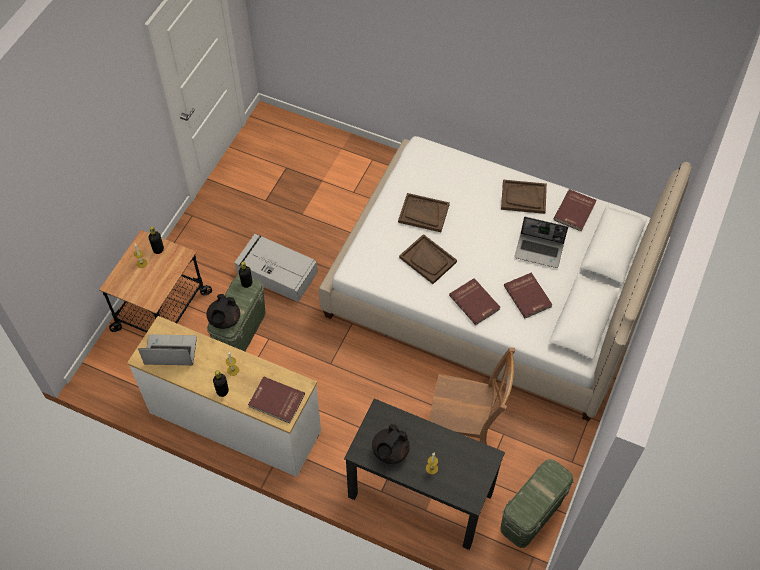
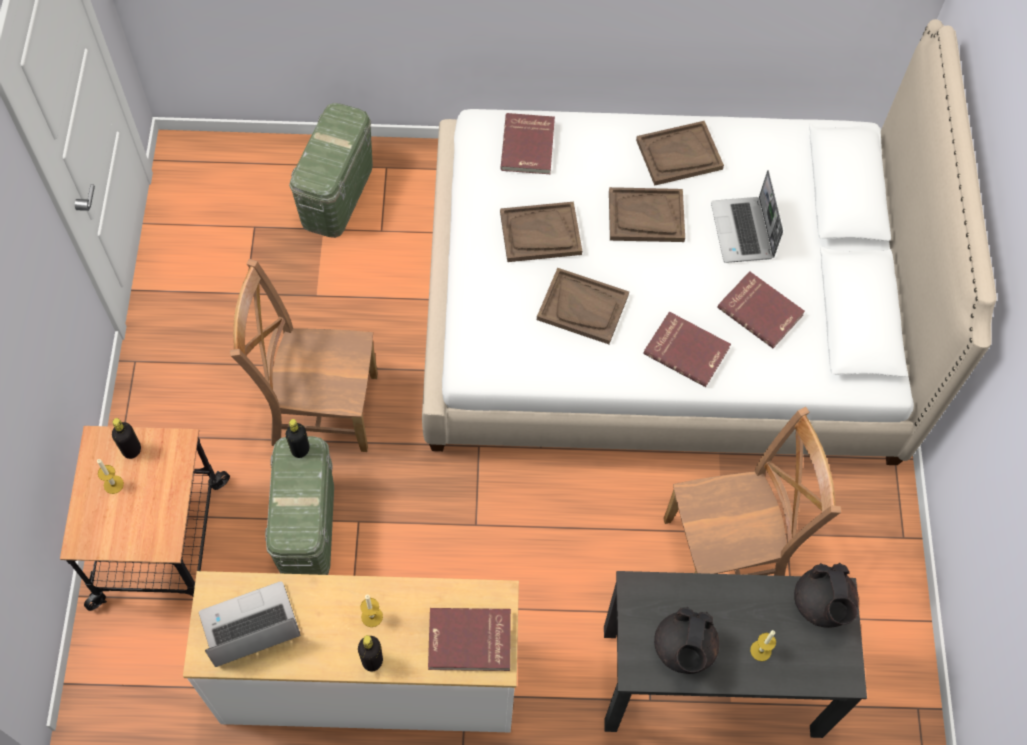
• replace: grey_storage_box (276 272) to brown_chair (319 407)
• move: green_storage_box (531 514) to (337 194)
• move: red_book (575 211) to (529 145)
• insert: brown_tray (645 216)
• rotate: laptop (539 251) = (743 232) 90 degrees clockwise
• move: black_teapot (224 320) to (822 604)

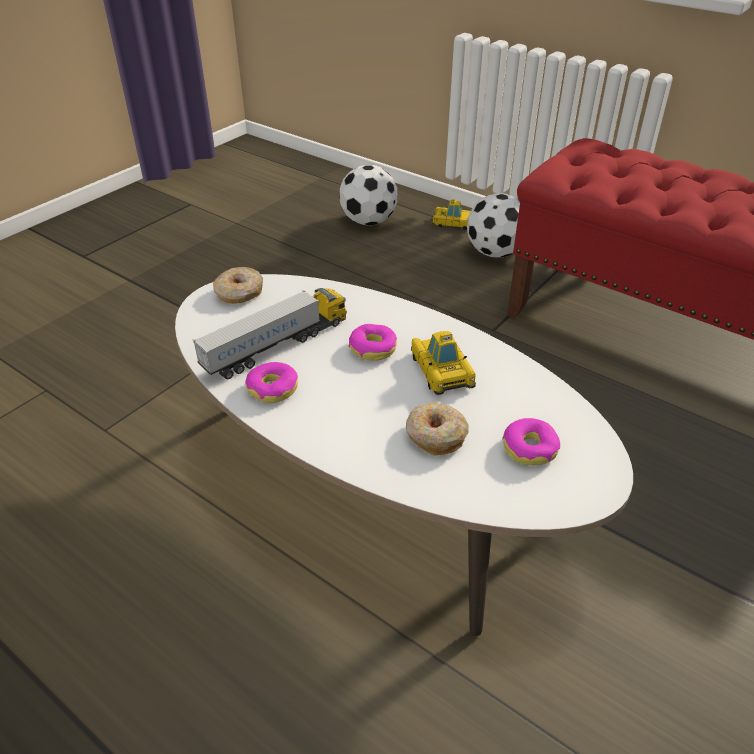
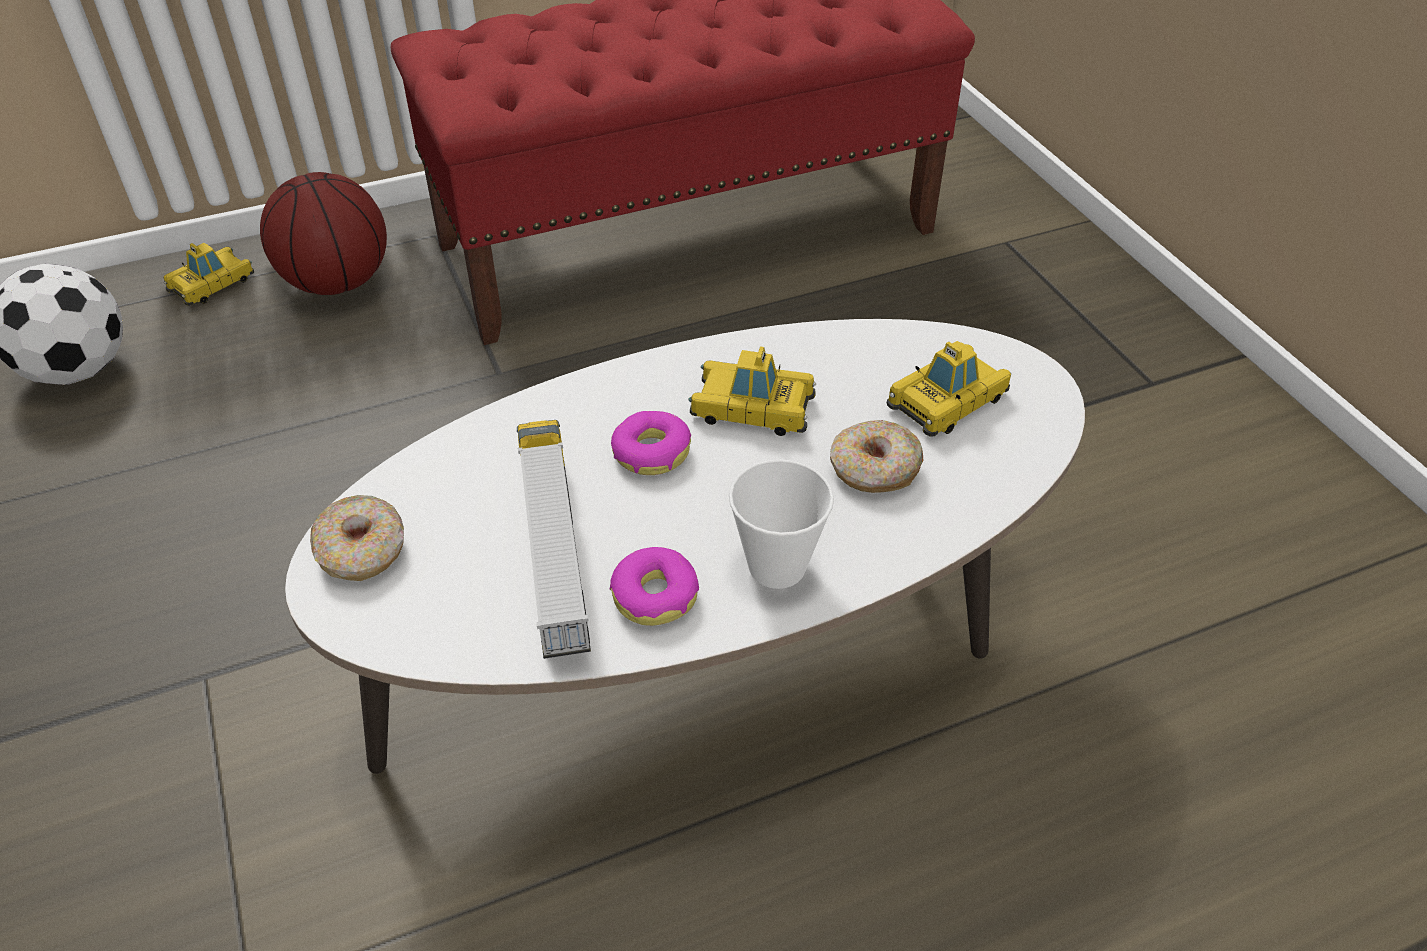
• replace: football (495 253) to basketball (338 283)
• insert: cup (777 566)
• replace: donut (530 448) to toy_car (947 401)

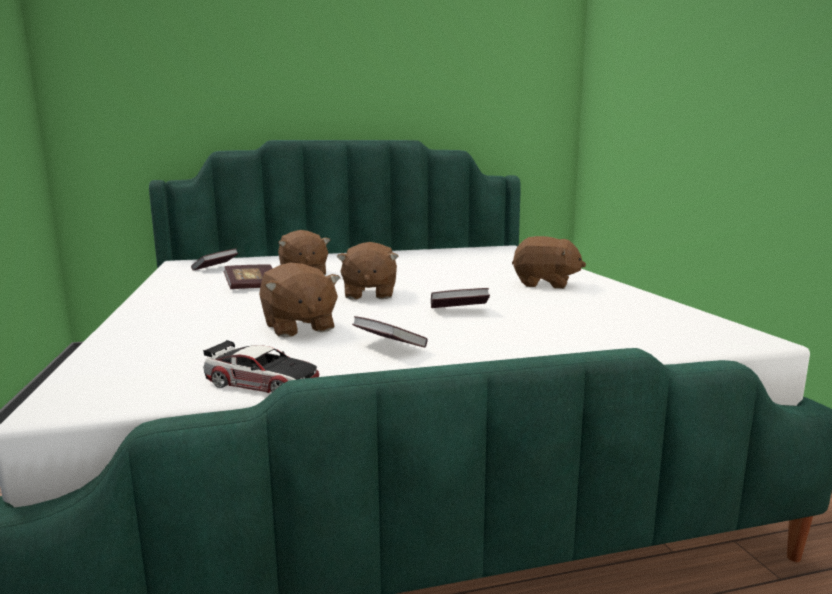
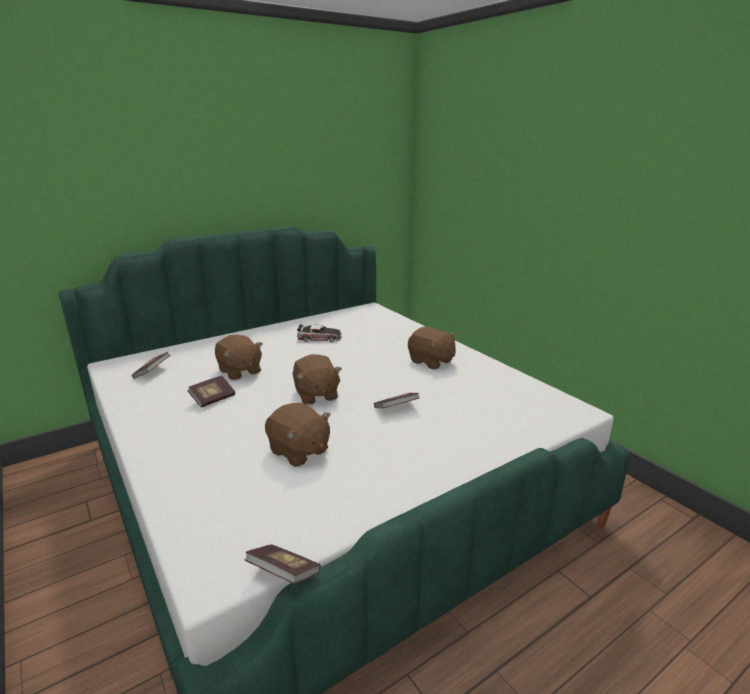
• move: book (389 347) to (283 573)
• move: toy_car (263 383) to (319 338)
• rotate: brown_plush_toy (545 284) = (431 361) 45 degrees clockwise

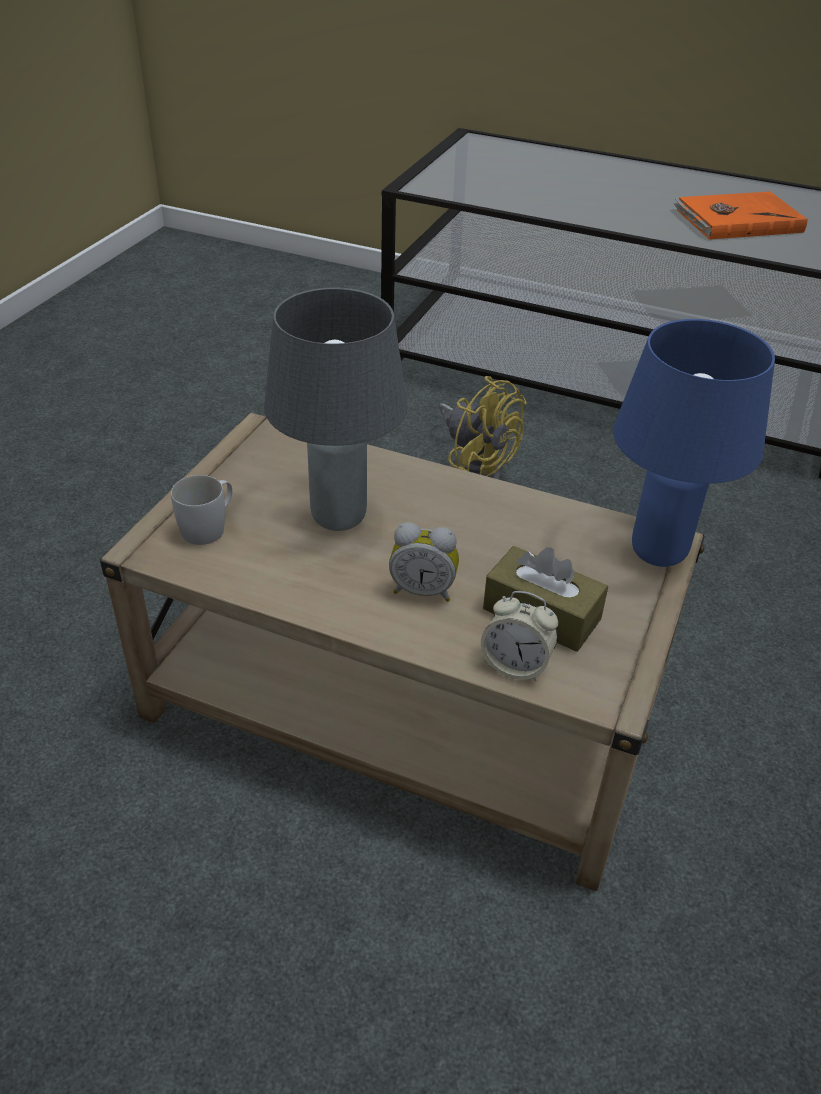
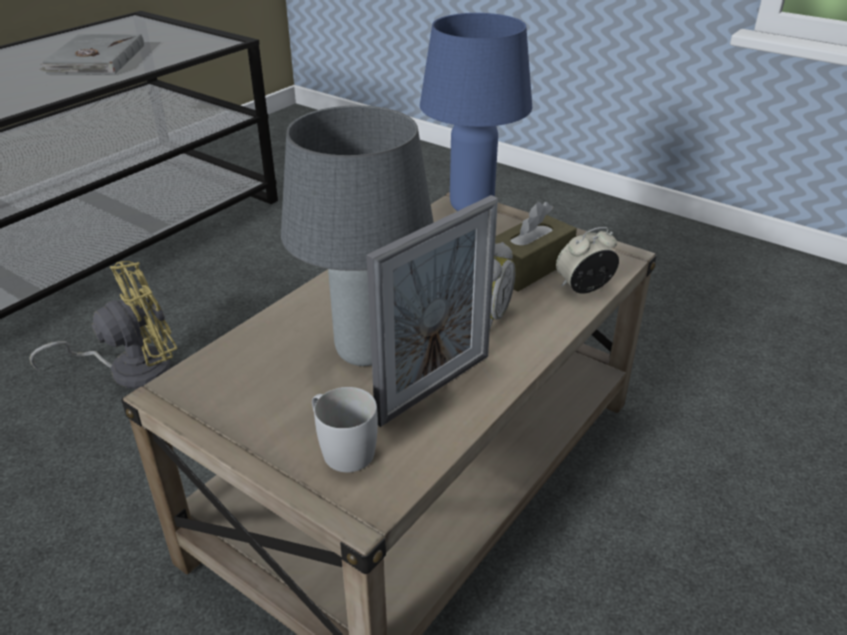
• recolor: orange_book (736 220) to grey_book (95 60)
• insert: picture_frame (434 388)
• rotate: alarm_clock (515 665) = (584 288) 150 degrees counterclockwise

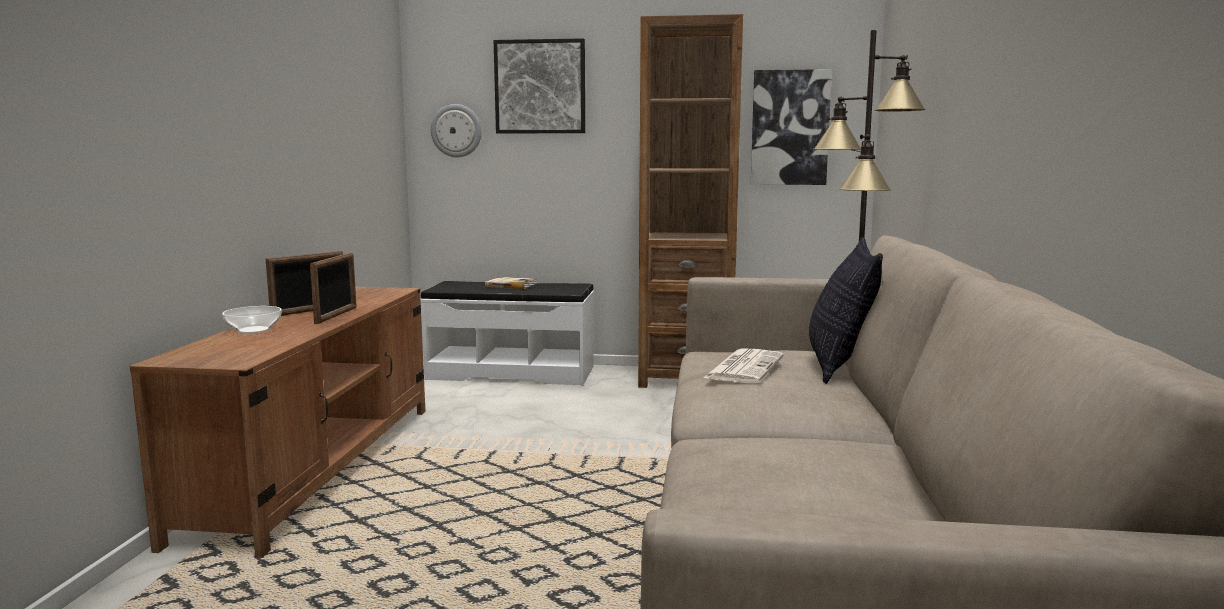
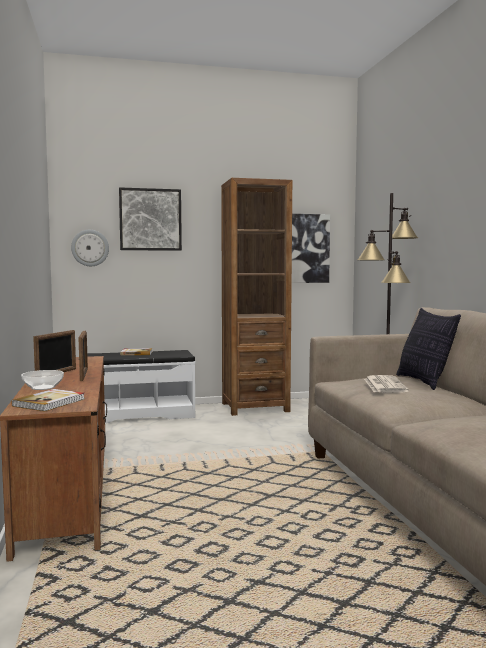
• insert: book (50 402)

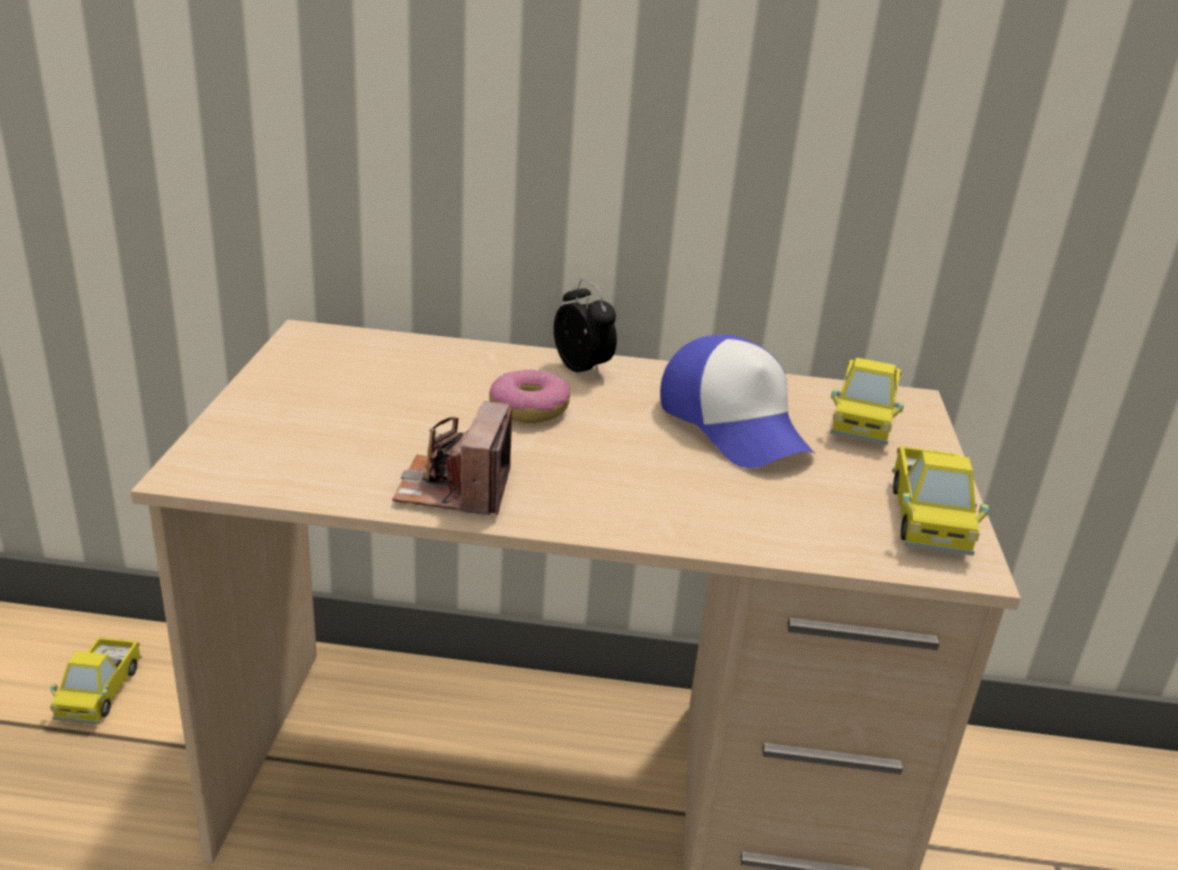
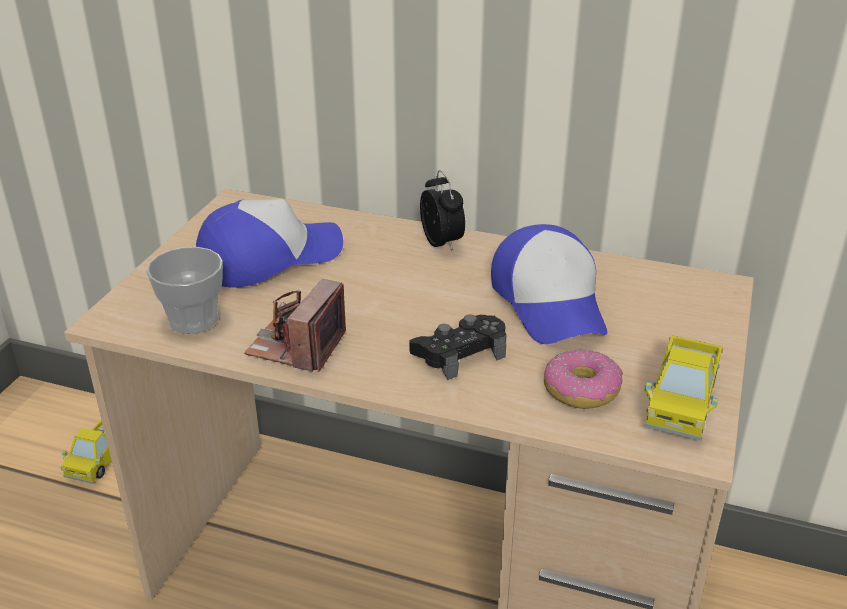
• insert: cup (193 320)
• insert: cap (268 257)
• insert: black_game_controller (460 353)
• move: donut (529 409) to (581 389)
• delete: toy_truck (862 419)

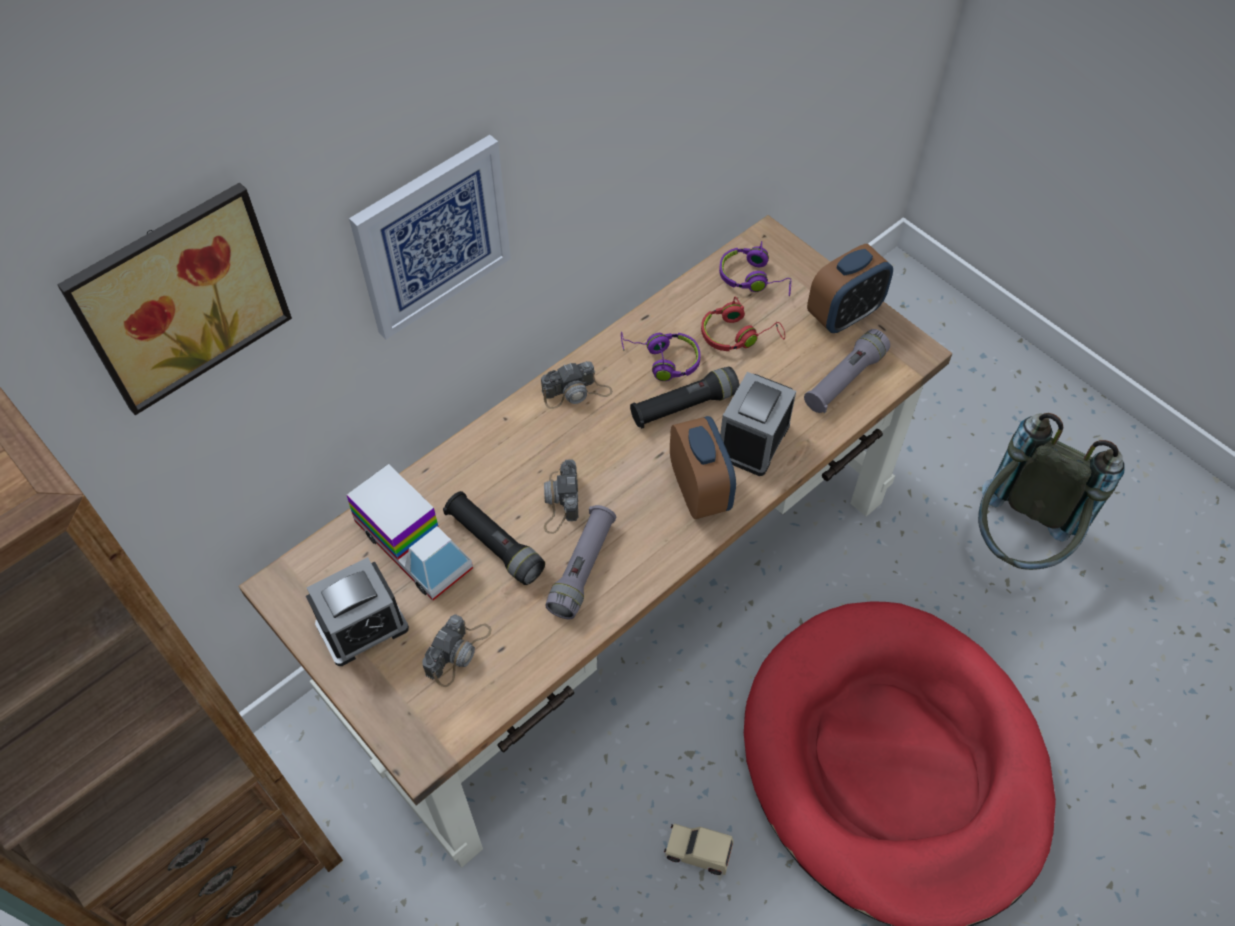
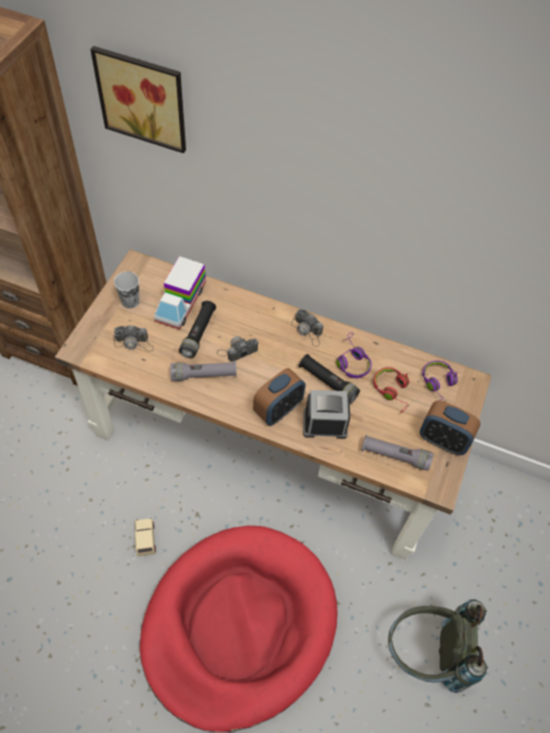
• replace: alarm_clock (362 626) to cup (130 301)
• delete: picture (432 236)

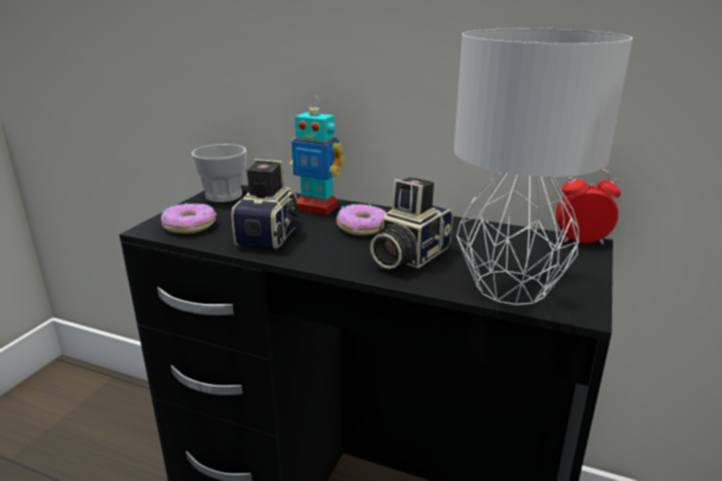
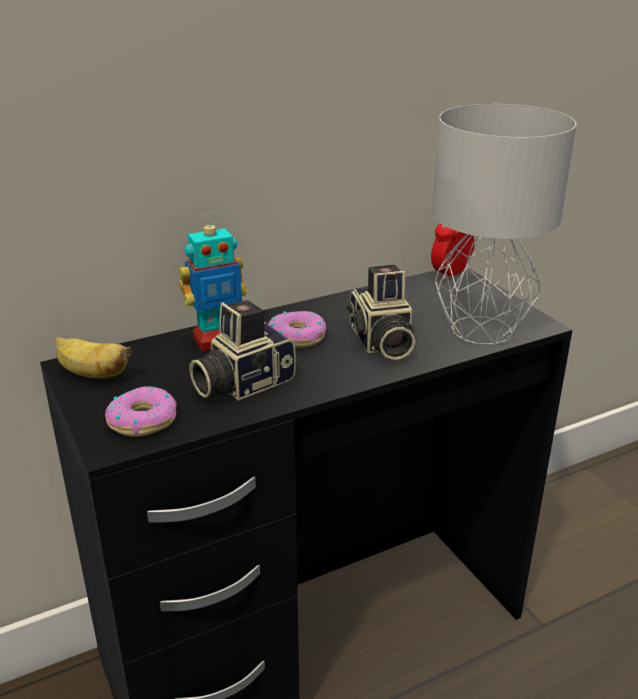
• replace: cup (224 196) to banana (92 374)
• rotate: photo_camera (272 234) = (241 383) 90 degrees counterclockwise

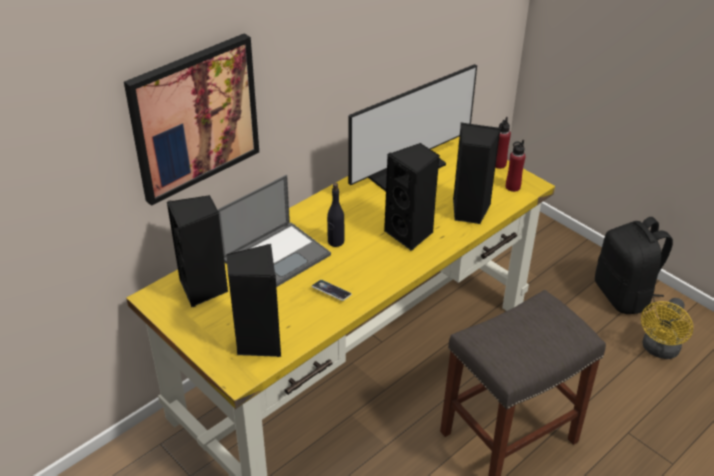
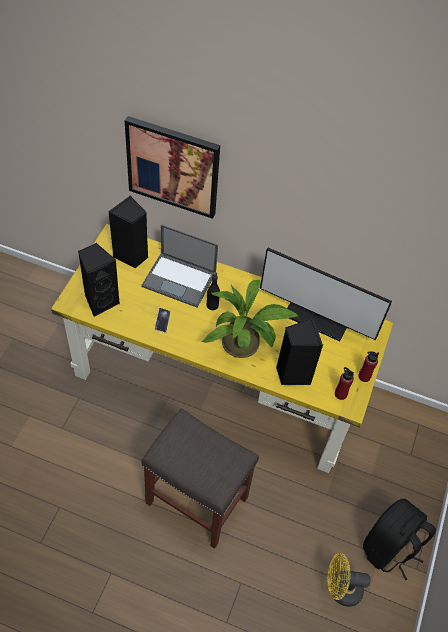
• replace: black_speaker (410 234) to potted_plant (245 345)

